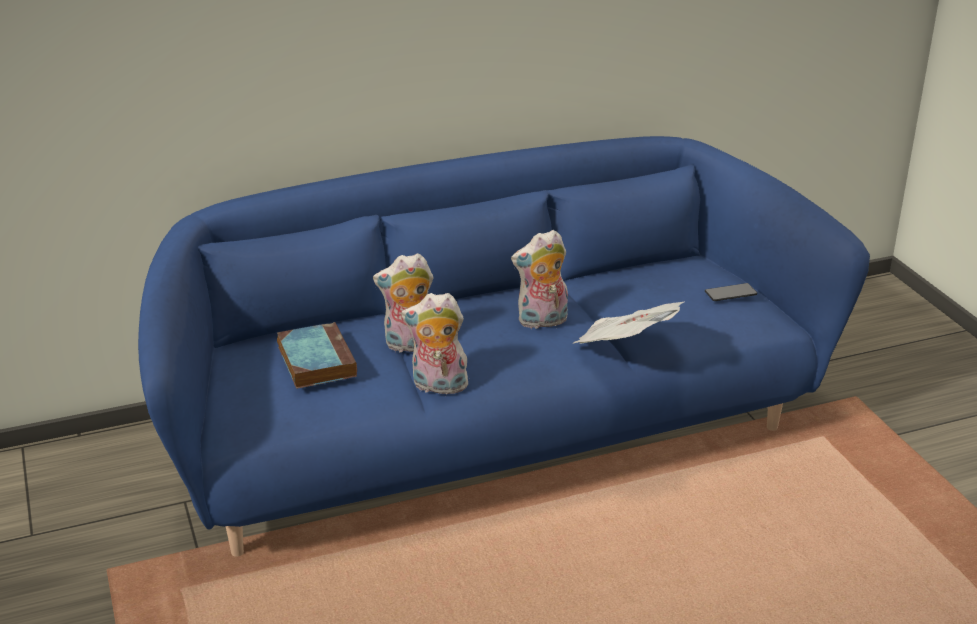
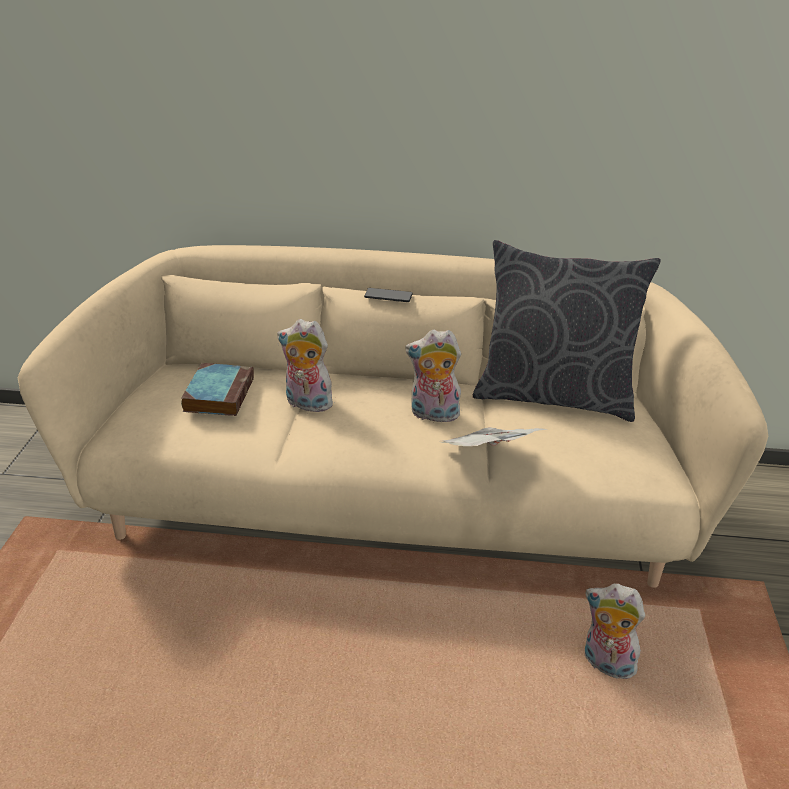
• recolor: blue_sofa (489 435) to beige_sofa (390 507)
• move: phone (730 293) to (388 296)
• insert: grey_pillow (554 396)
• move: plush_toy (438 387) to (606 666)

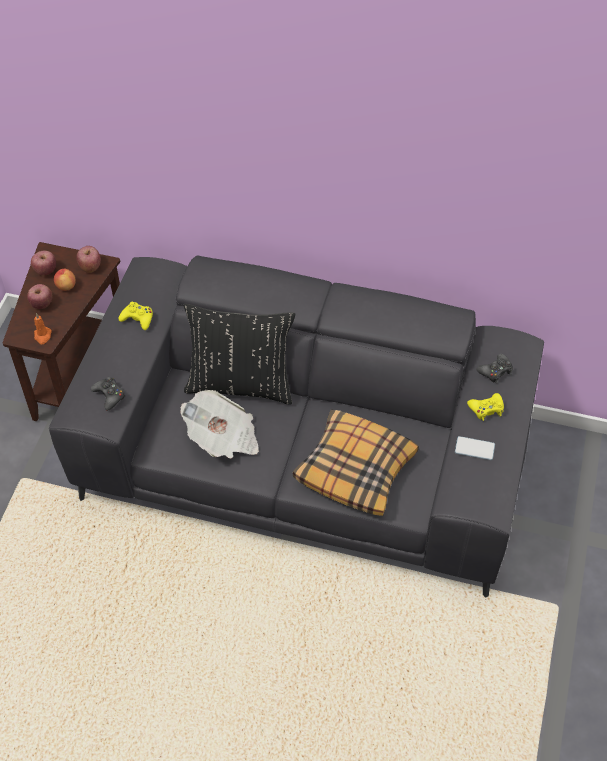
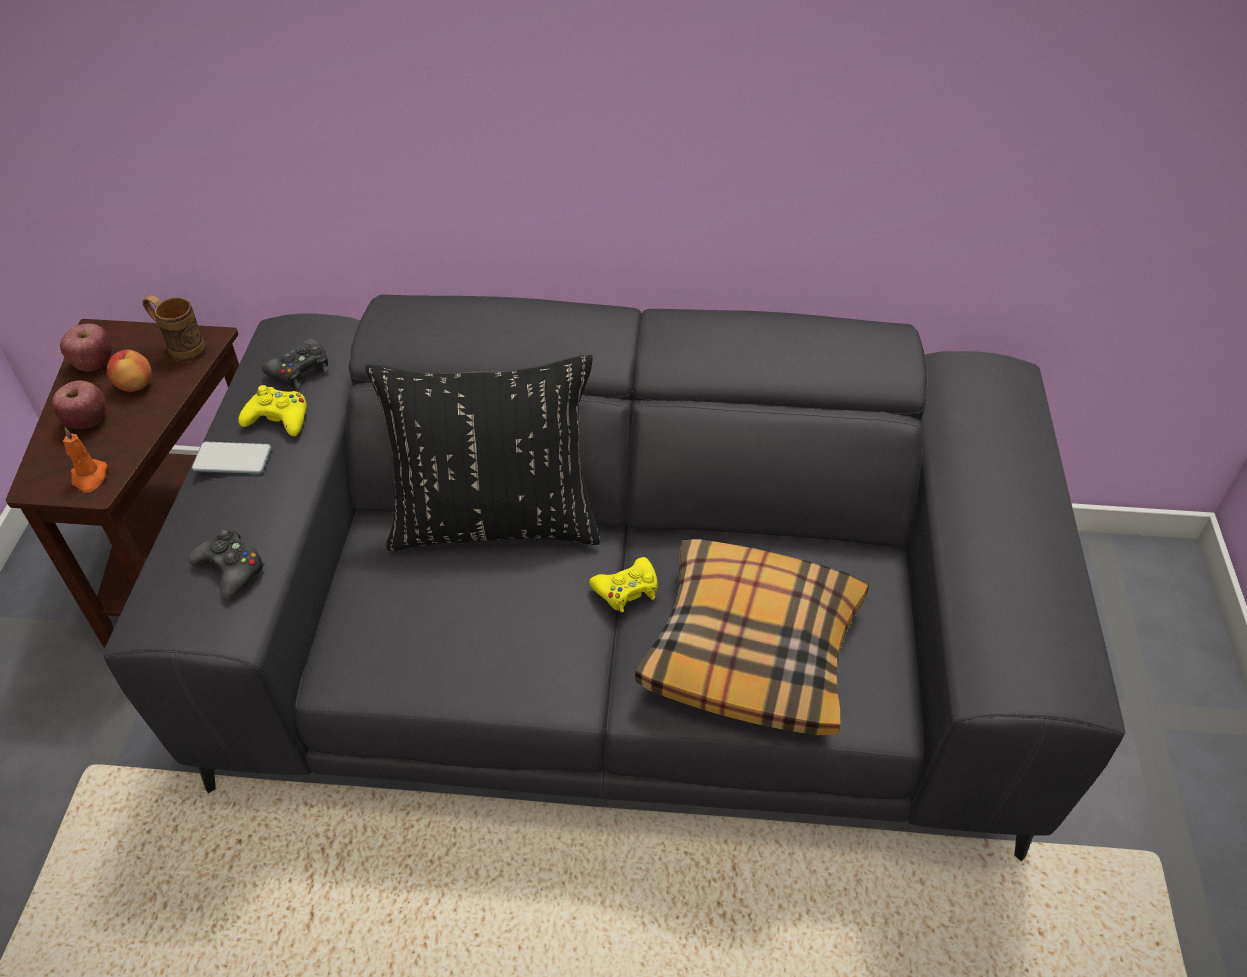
• replace: apple (90 267) to brown_mug (181 348)
• move: phone (474 449) to (232 459)
• move: black_game_controller (495 371) to (300 370)
• move: yellow_game_controller (486 409) to (627 590)
• delete: newspaper (223 438)

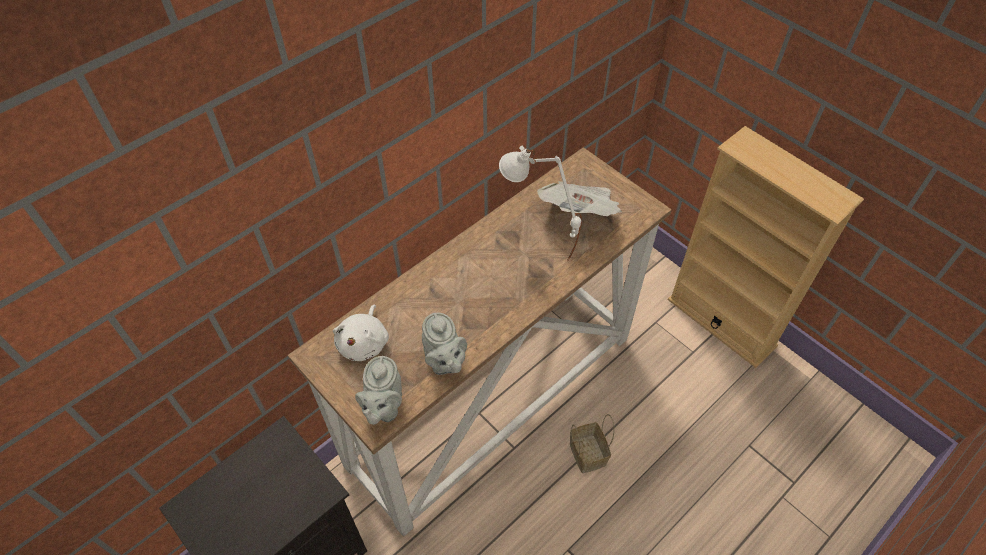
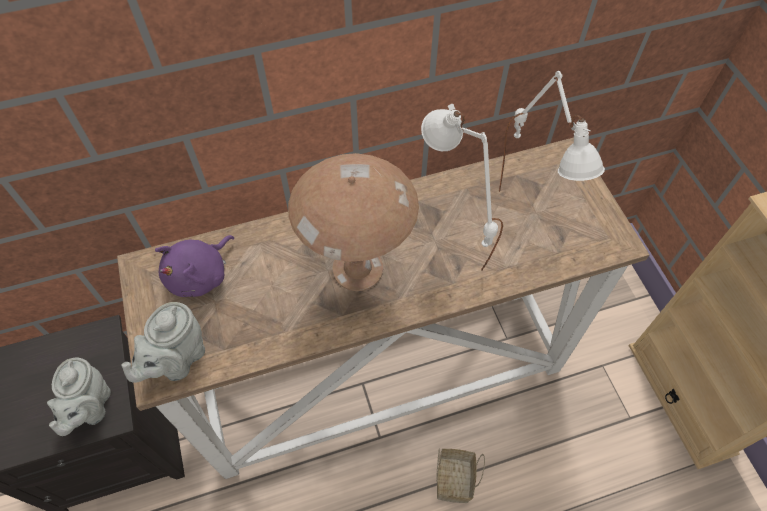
• move: grey_teapot (444 362) to (90 407)
• recolor: white_plush_toy (364 342) to purple_plush_toy (200 275)
• insert: brown_table_lamp (358 268)
• replace: newspaper (580 213) to white_table_lamp (529 216)

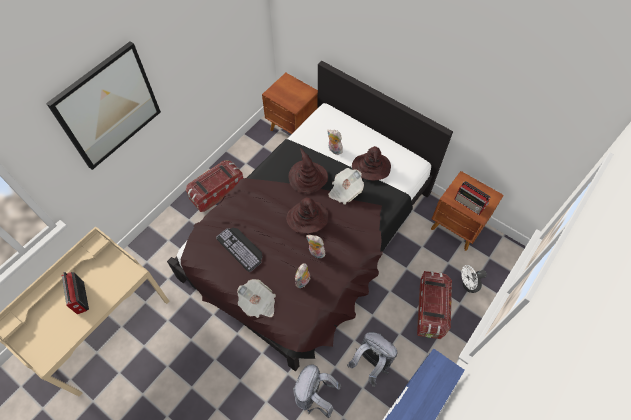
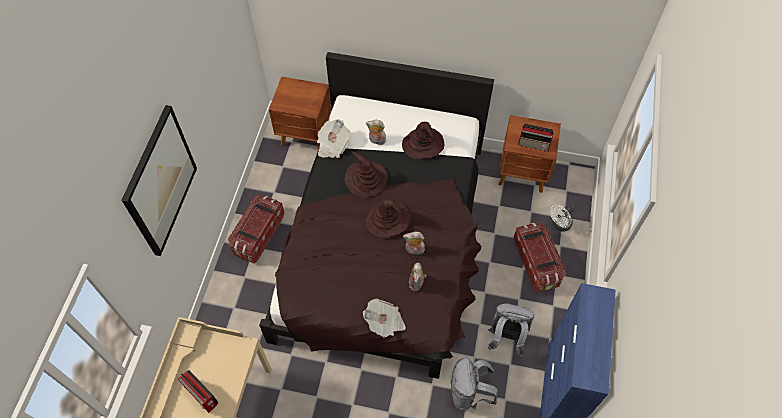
• move: newspaper (345 191) to (332 145)
• delete: keyboard (241 247)

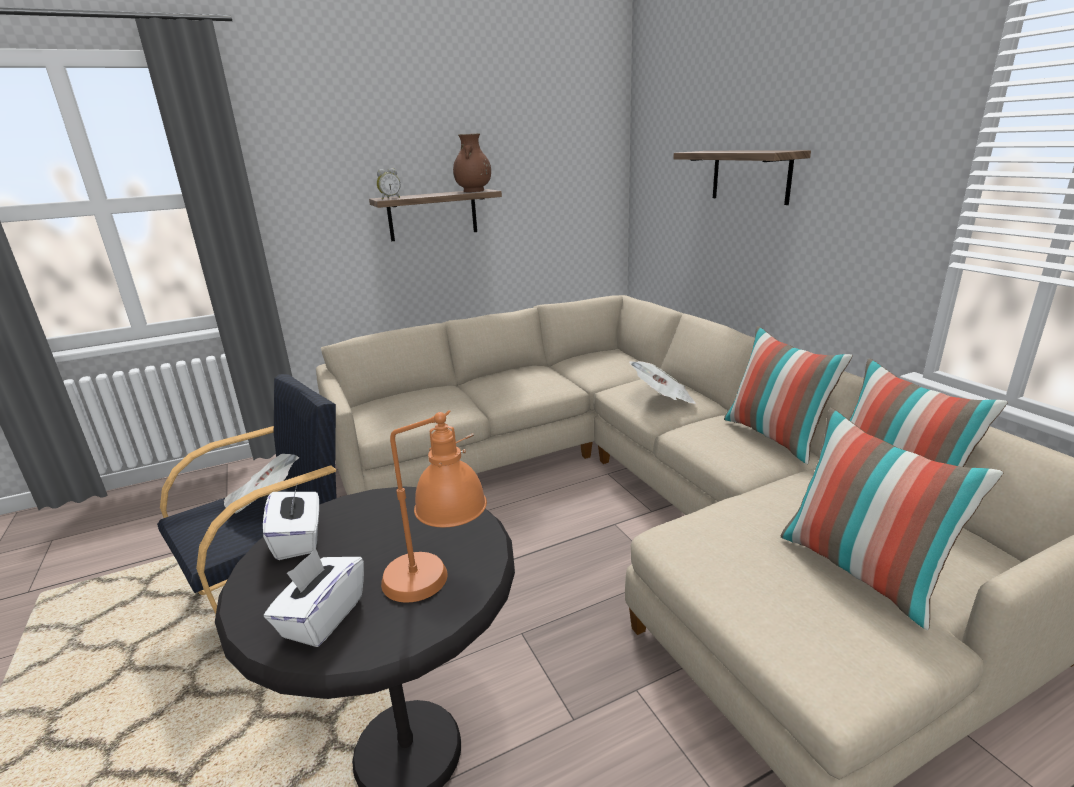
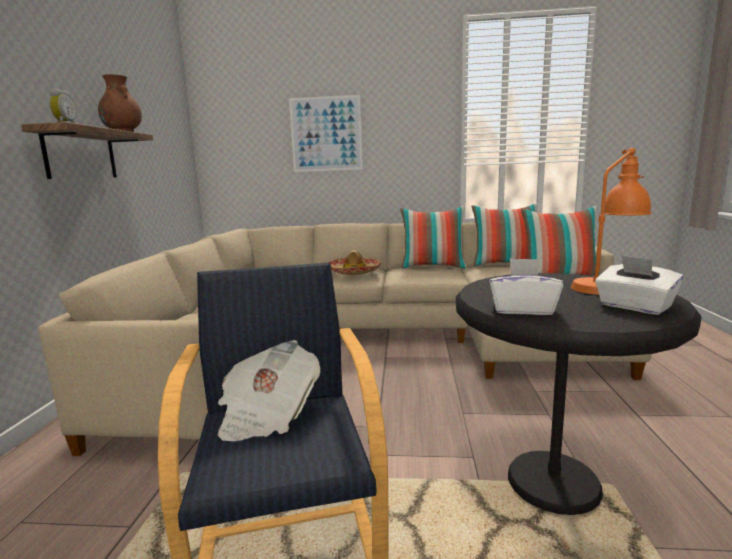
• replace: shelf (750 176) to picture (326 134)
• replace: newspaper (662 398) to hat (354 271)

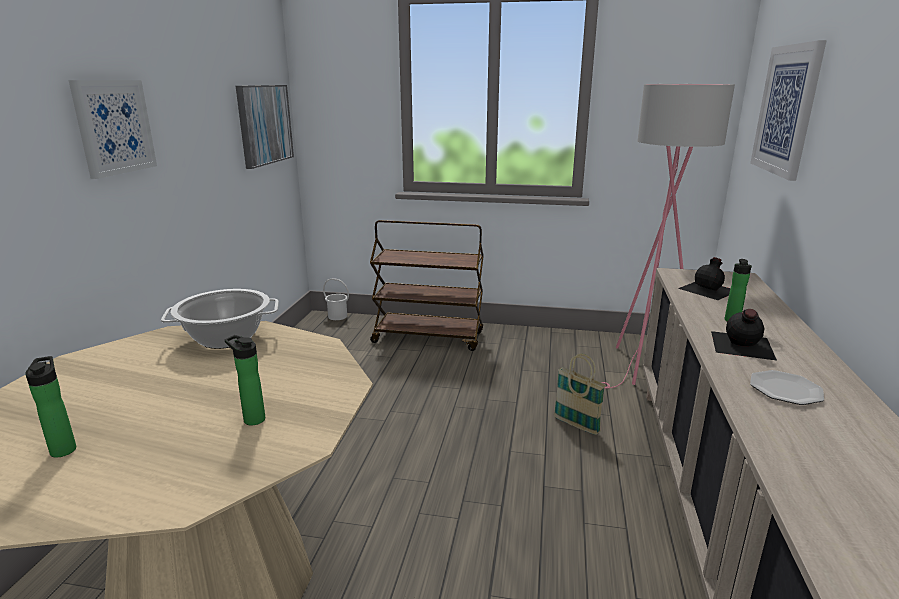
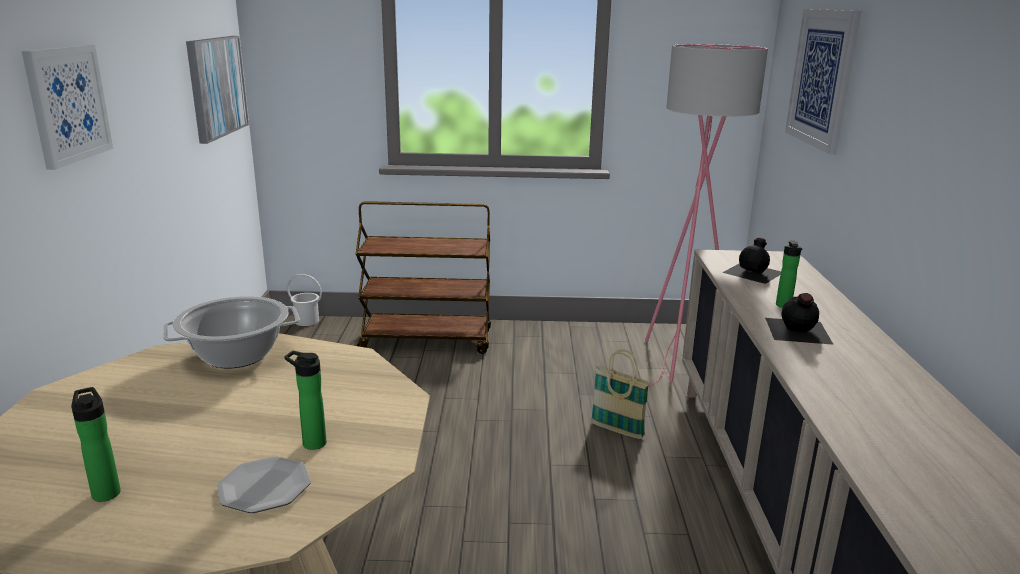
• move: plate (785 390) to (264 488)

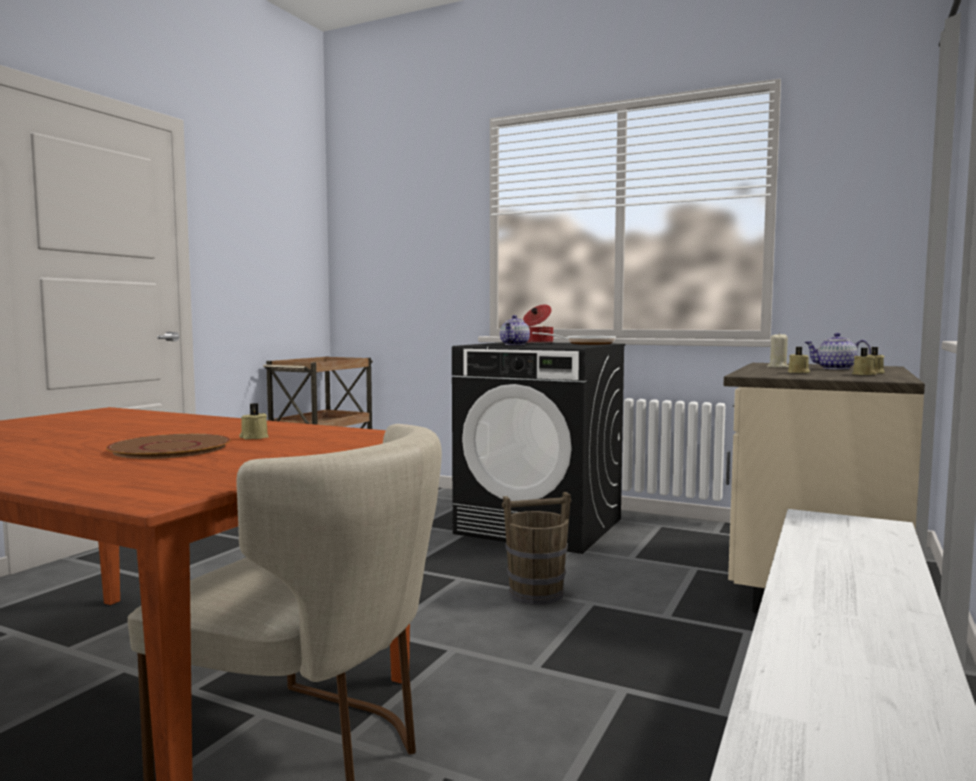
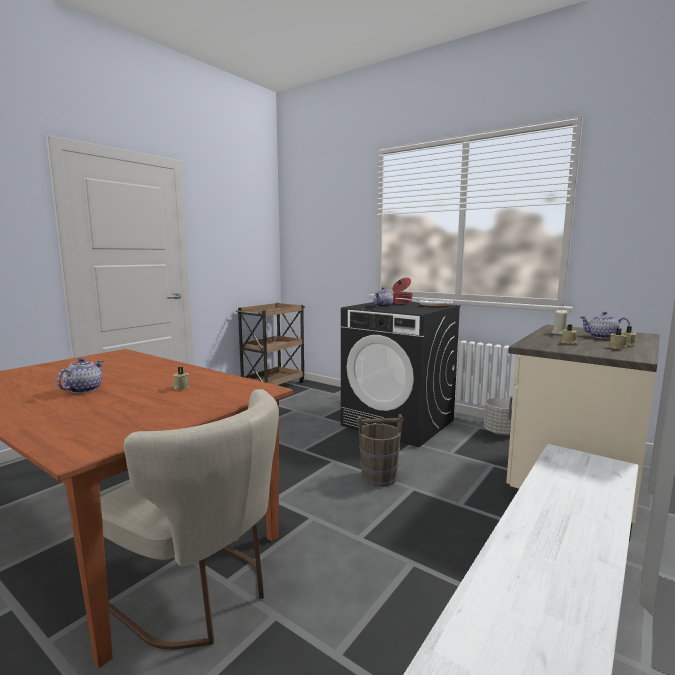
• insert: teapot (84 390)
• insert: grey_planter (500 432)
• delete: brown_plate (171 448)

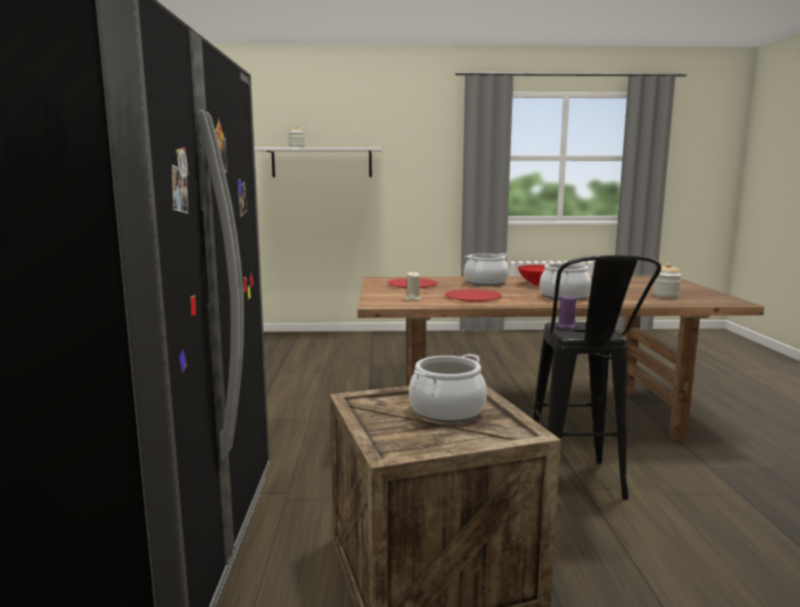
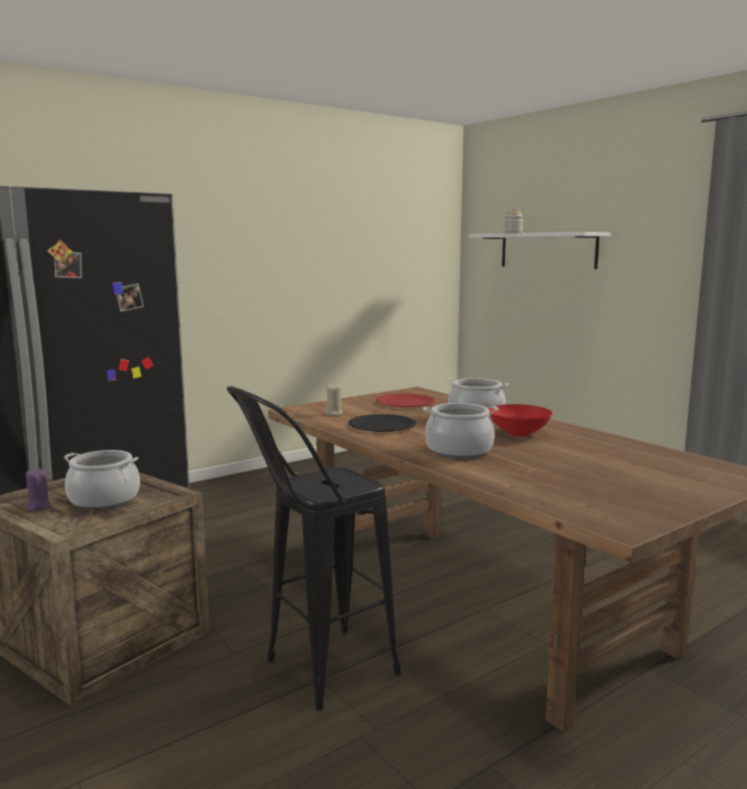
• move: purple_candle (566 326) to (38 506)
• recolor: red_plate (472 297) to black_plate (382 425)
• delete: jar (665 295)

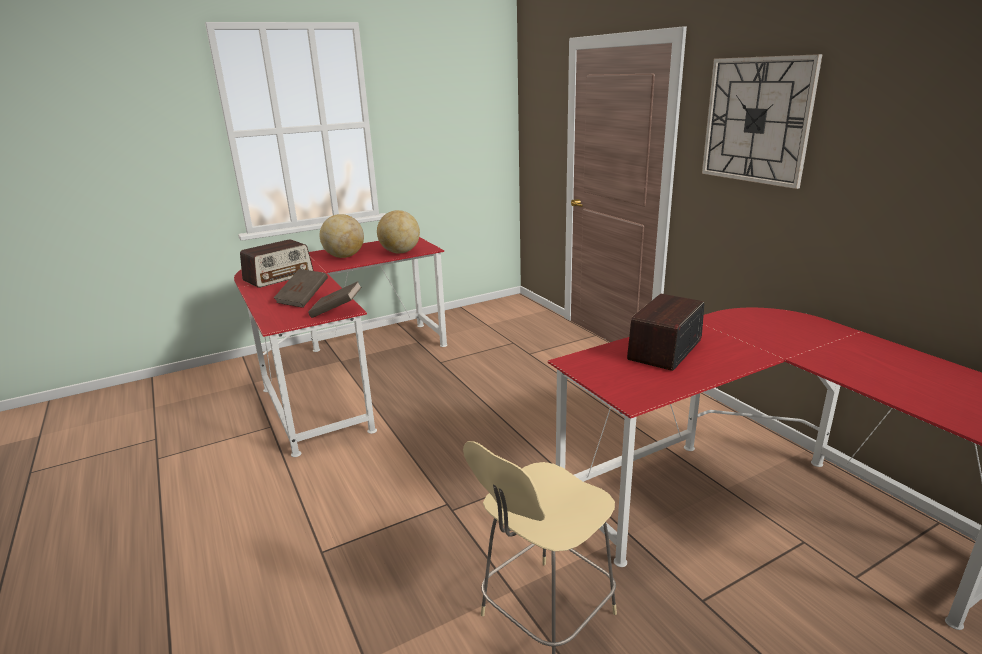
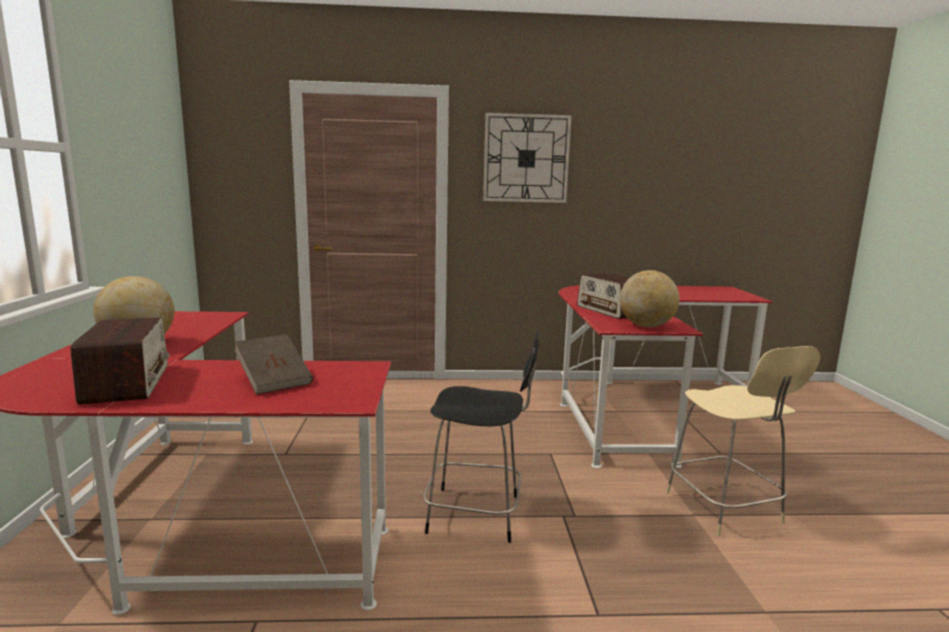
• insert: black_chair (478 514)
• move: globe (400 252) to (646 326)
• delete: brown_book (337 311)

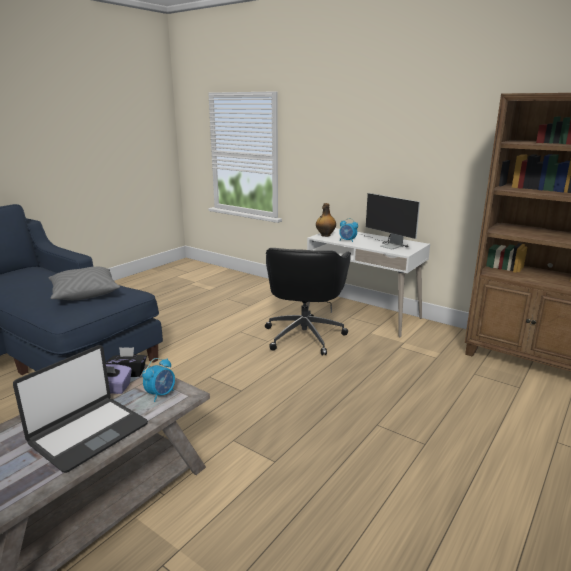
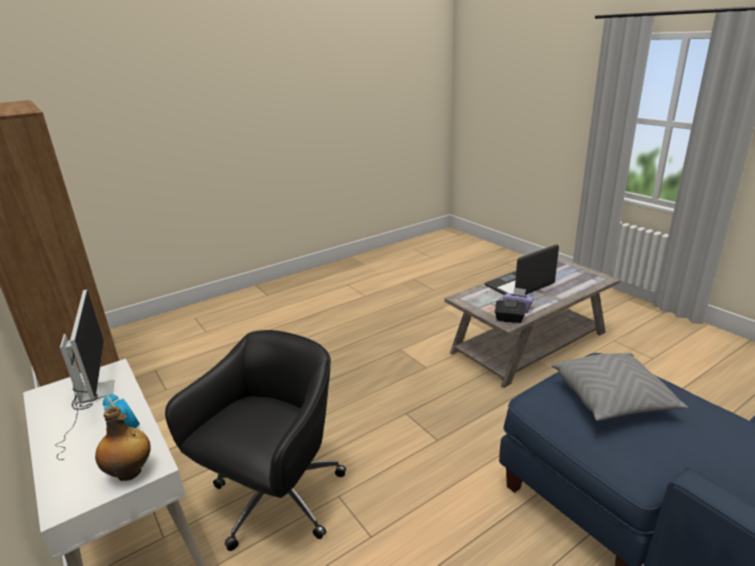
• delete: alarm_clock (161 394)

